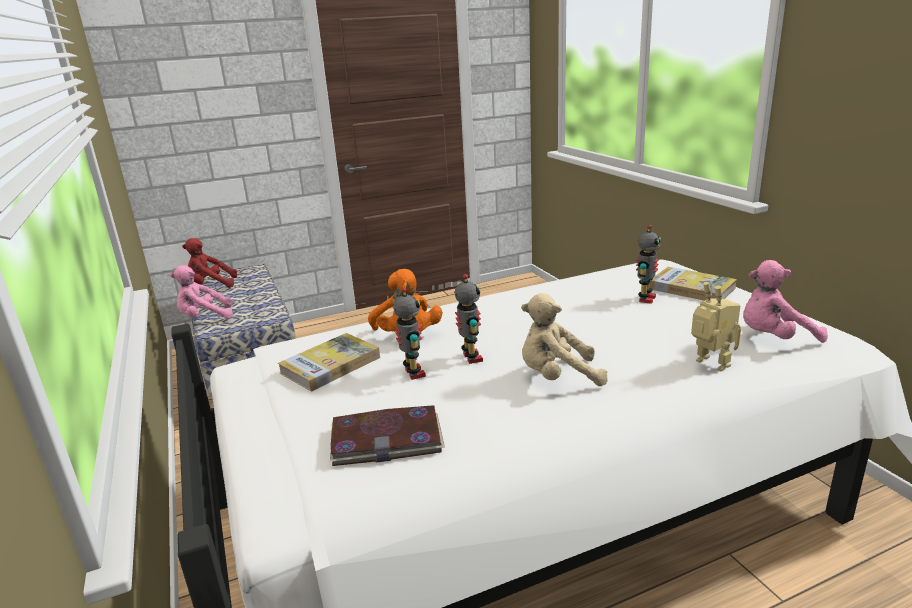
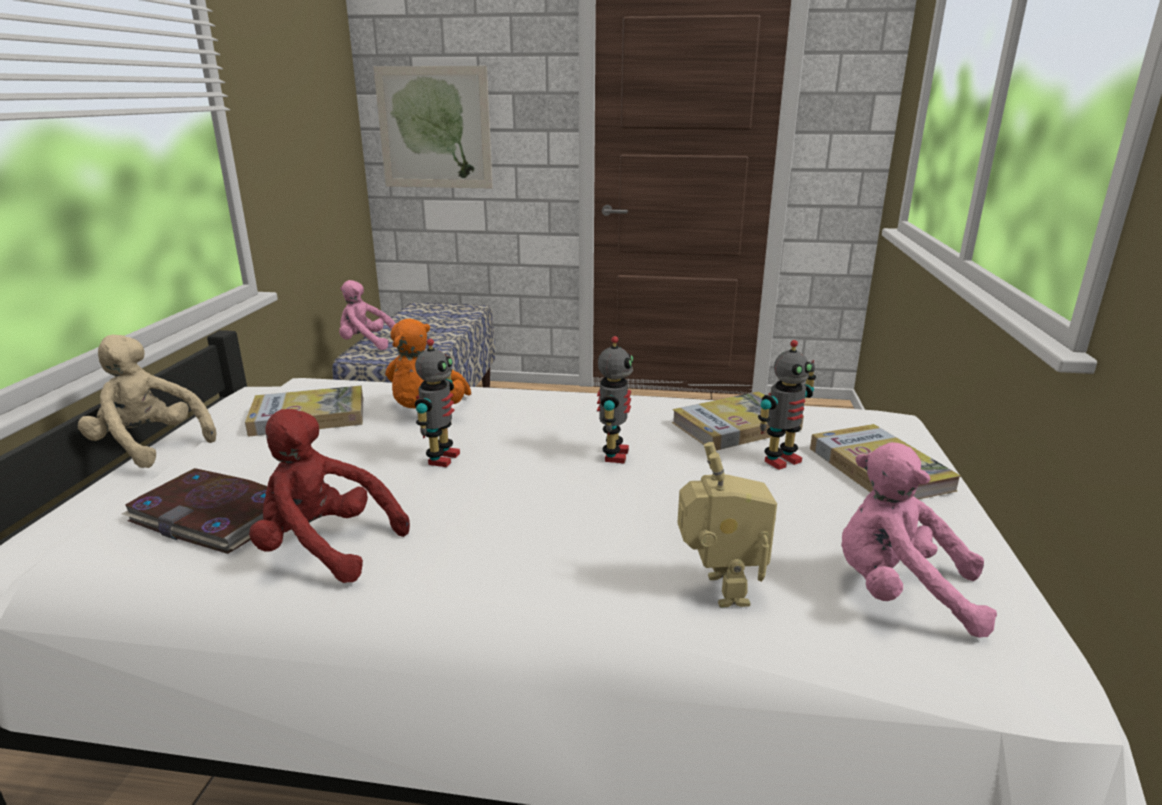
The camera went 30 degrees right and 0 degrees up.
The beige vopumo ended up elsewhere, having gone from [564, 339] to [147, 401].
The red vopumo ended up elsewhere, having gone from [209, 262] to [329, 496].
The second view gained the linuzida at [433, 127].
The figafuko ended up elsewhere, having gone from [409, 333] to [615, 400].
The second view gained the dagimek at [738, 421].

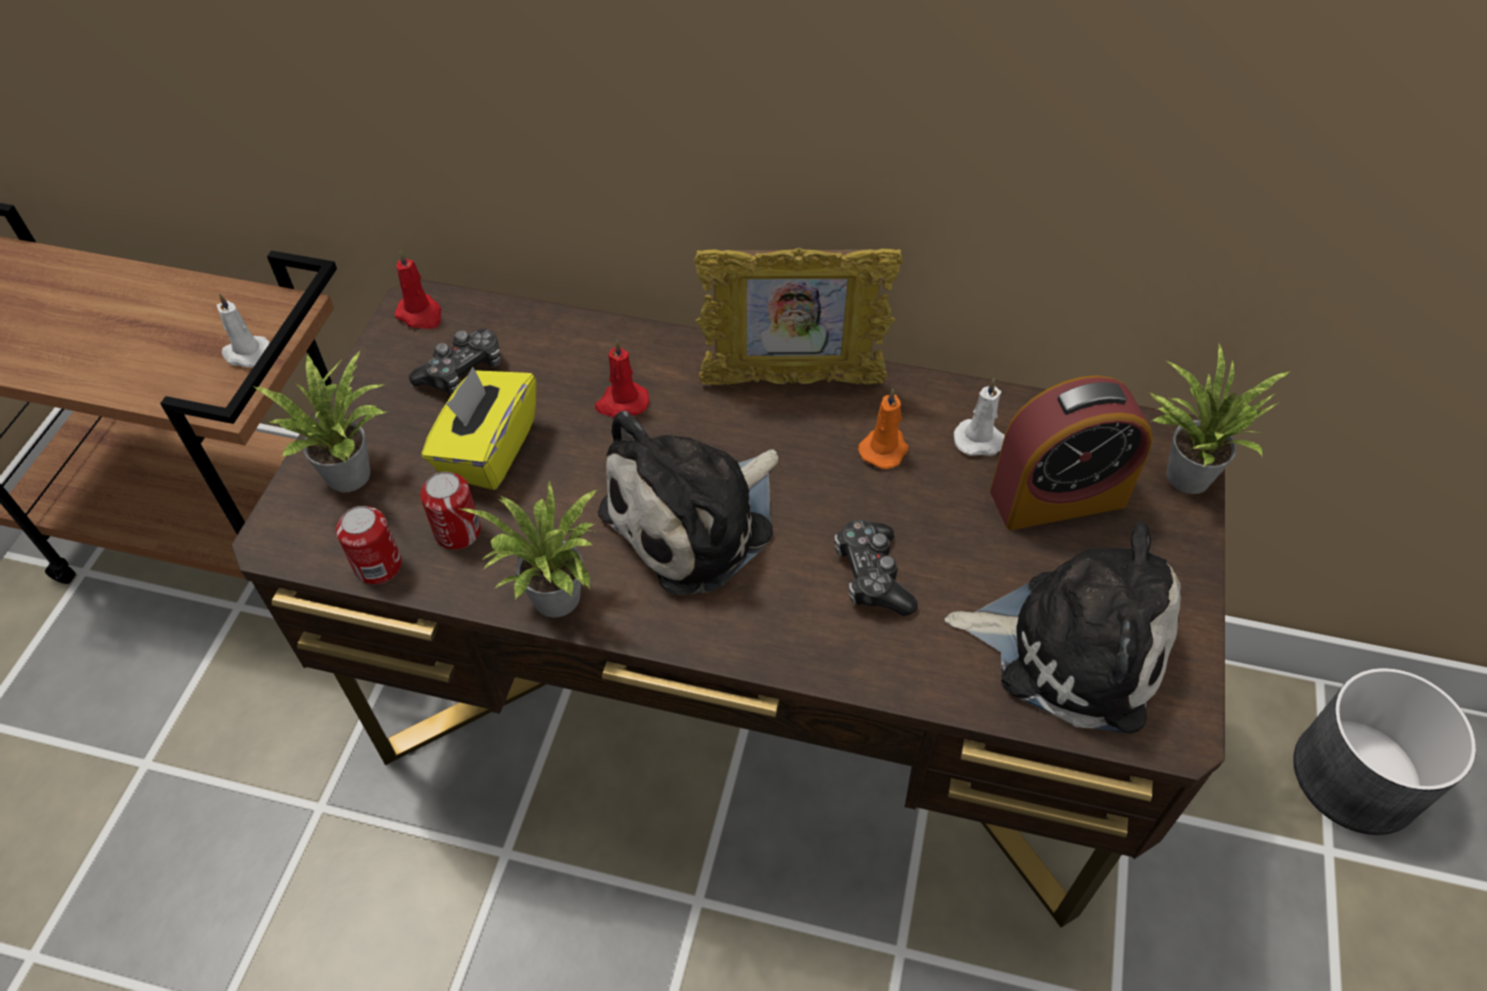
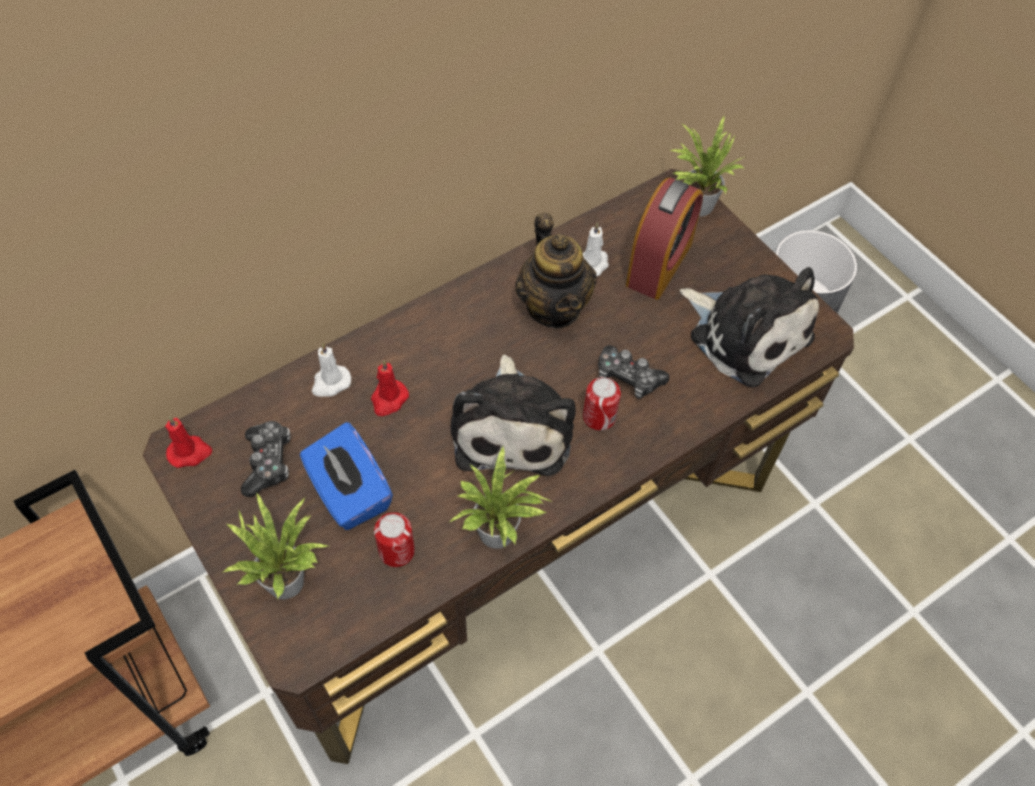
The camera went 50 degrees left and 5 degrees up.
What was the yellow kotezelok at [478, 428] turned into the blue kotezelok at [346, 476].
The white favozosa ended up elsewhere, having gone from [243, 330] to [331, 370].
Where the orange favozosa stood at [883, 429], the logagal came to stand at [556, 270].
The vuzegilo ended up elsewhere, having gone from [369, 545] to [602, 404].
The vopumo at [1063, 627] ended up facing another way, 75 degrees clockwise from before.
The second view lost the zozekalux at [798, 316].

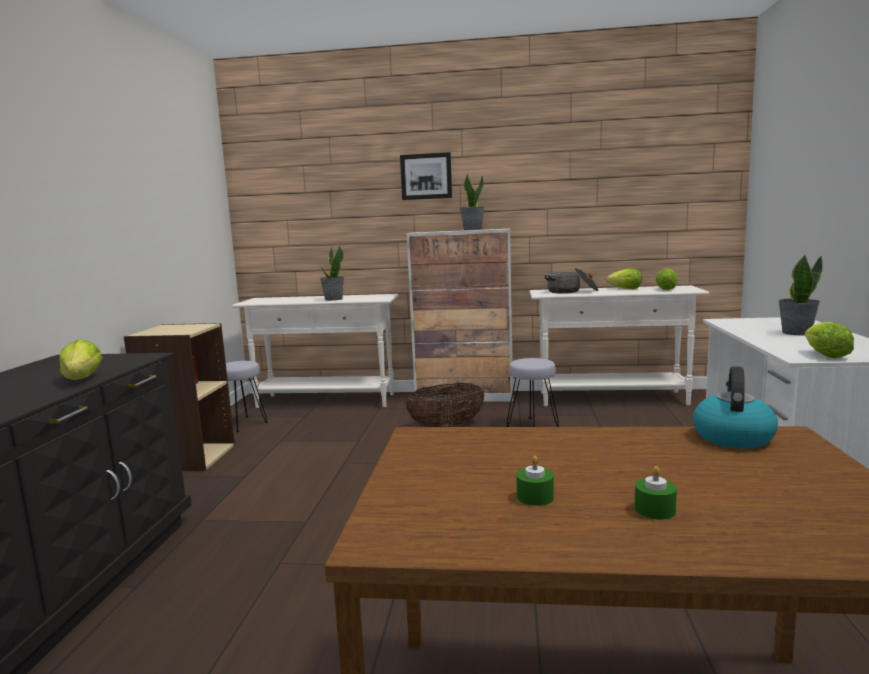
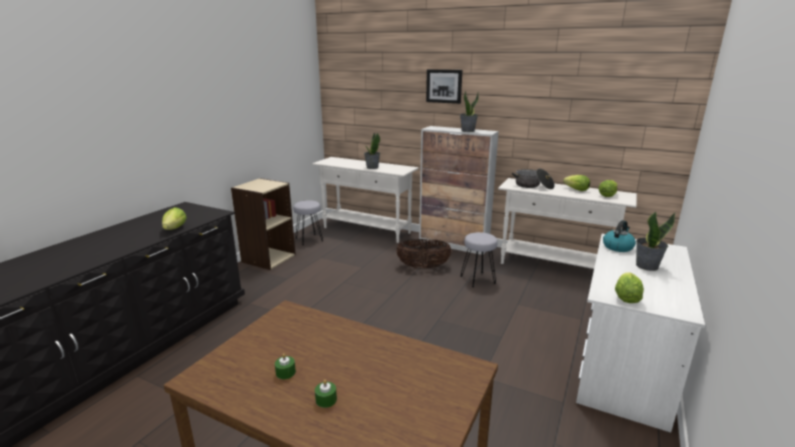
The camera went 20 degrees right and 10 degrees up.
The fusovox ended up elsewhere, having gone from [735, 407] to [619, 236].

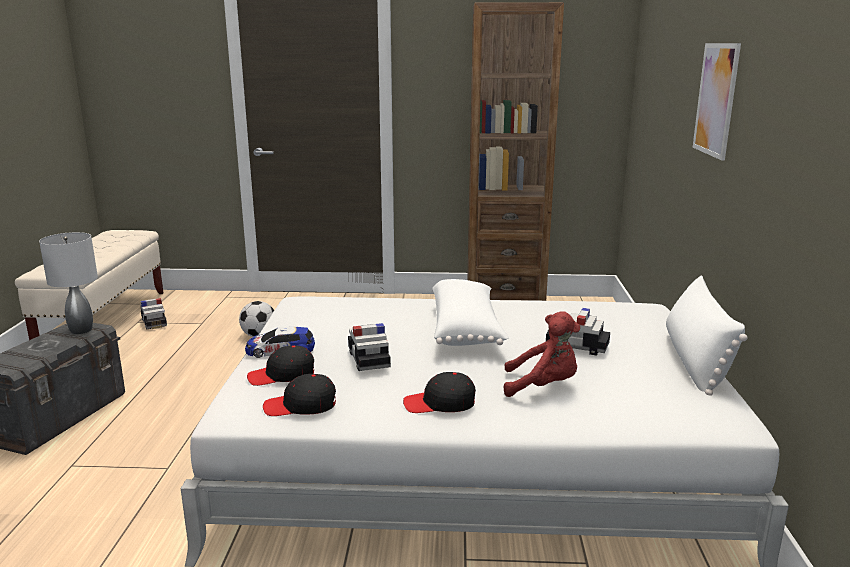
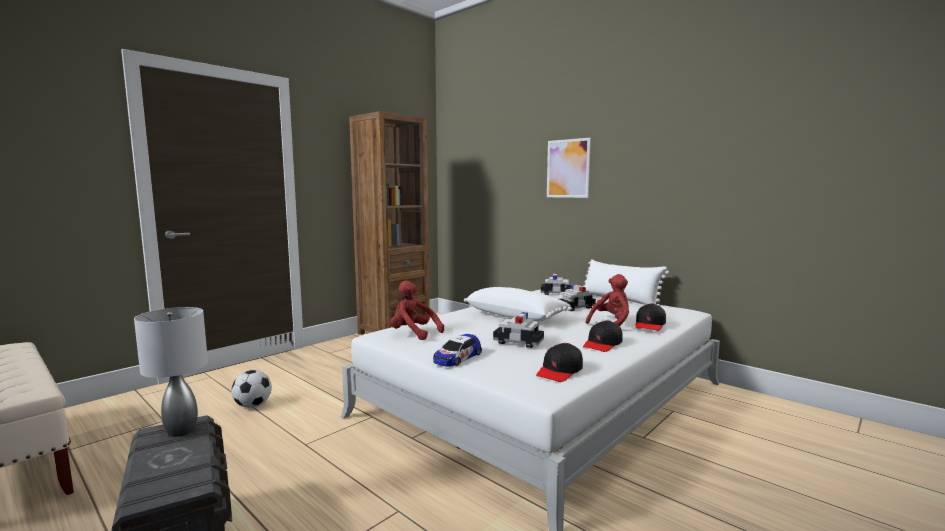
The camera went 50 degrees left and 10 degrees down.
The second view gained the red vopumo at [417, 310].
The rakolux ended up elsewhere, having gone from [153, 314] to [556, 284].
The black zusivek ended up elsewhere, having gone from [280, 365] to [650, 317].

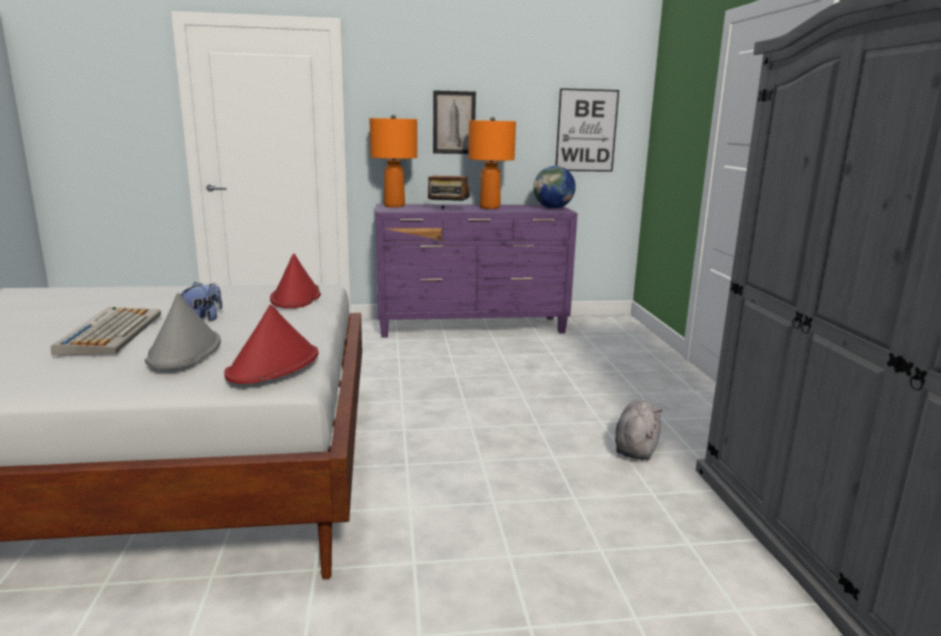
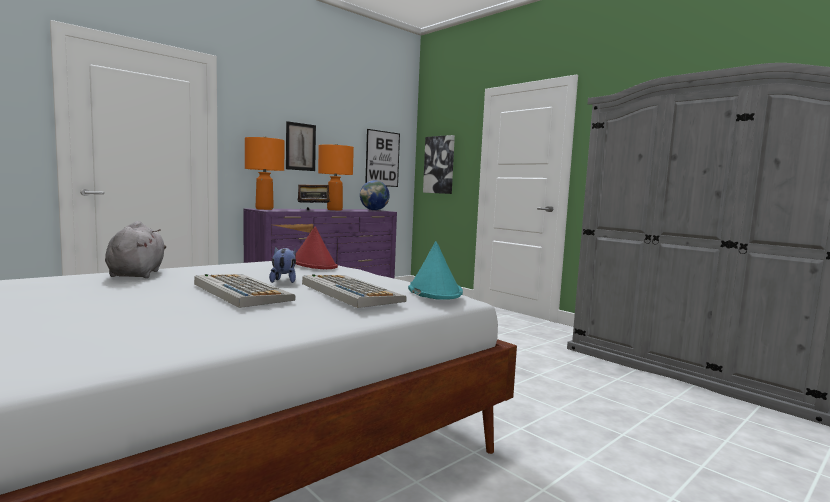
The camera went 35 degrees left and 10 degrees down.
The grey vopumo ended up elsewhere, having gone from [638, 430] to [135, 249].
Where the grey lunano stood at [183, 331], the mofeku came to stand at [354, 291].
What was the red lunano at [271, 344] turned into the turquoise lunano at [435, 270].
The second view gained the linuzida at [439, 164].

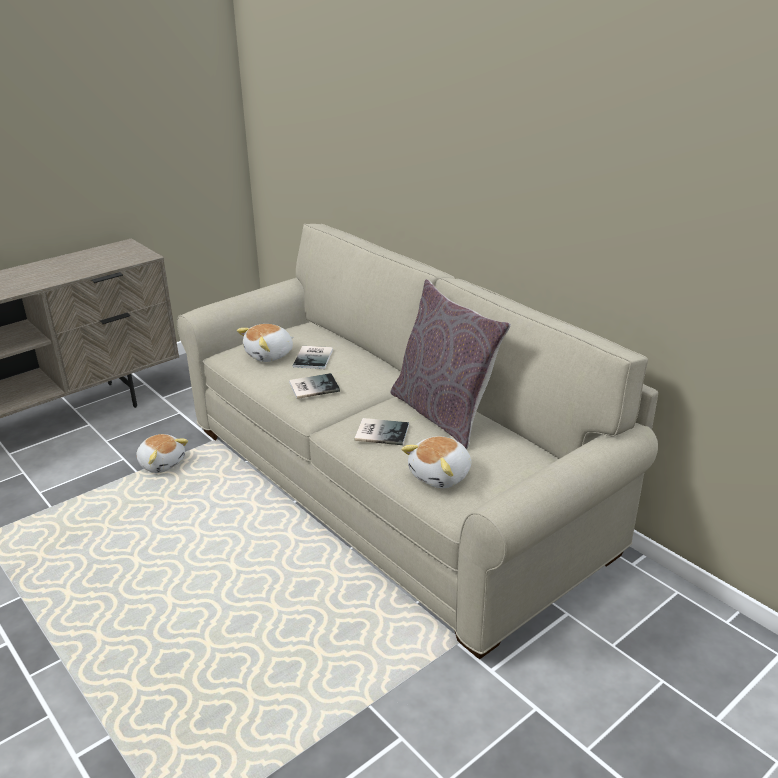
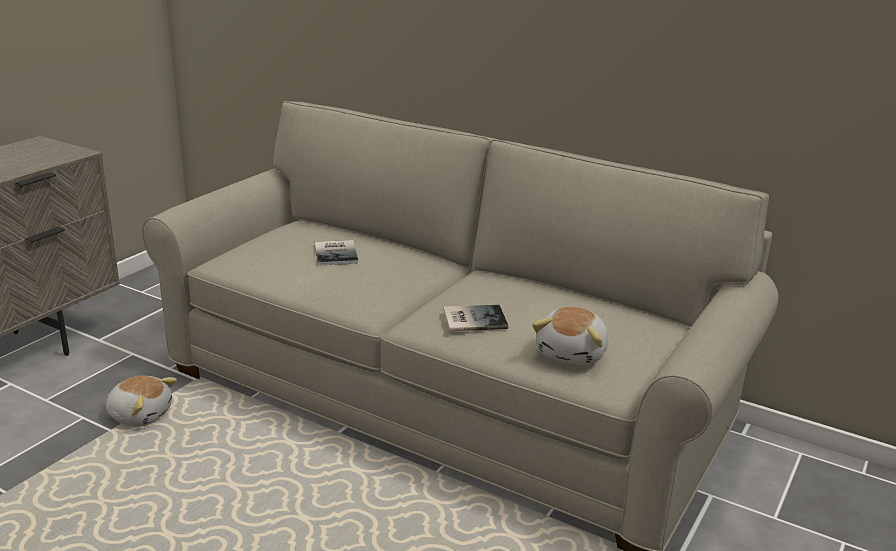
The camera went 20 degrees left and 5 degrees down.
The second view lost the vopumo at [265, 343].
The second view lost the dagimek at [314, 386].
The second view lost the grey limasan at [450, 364].

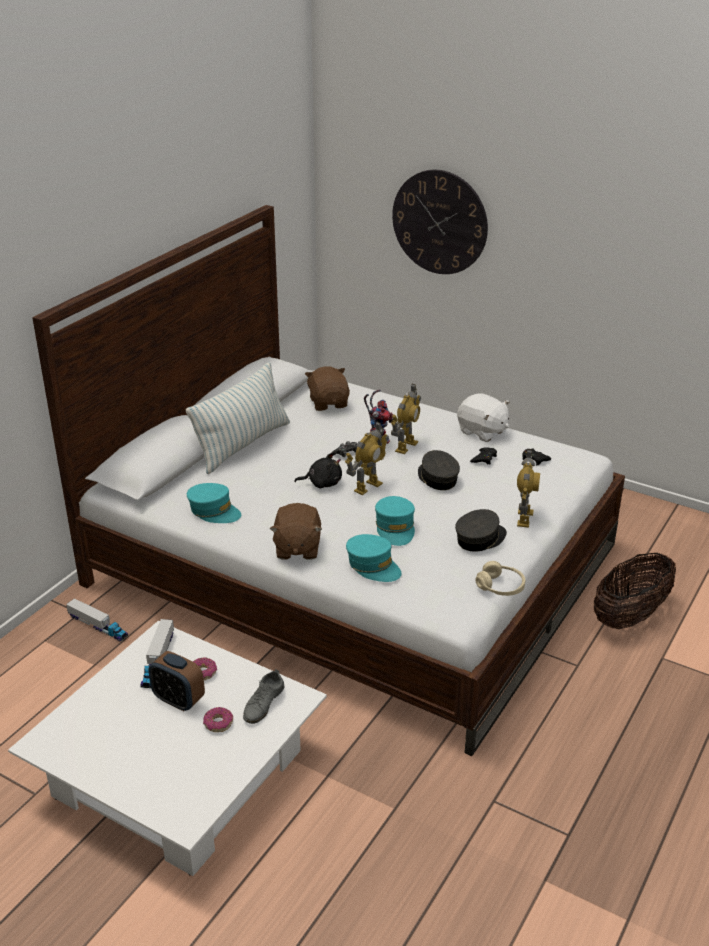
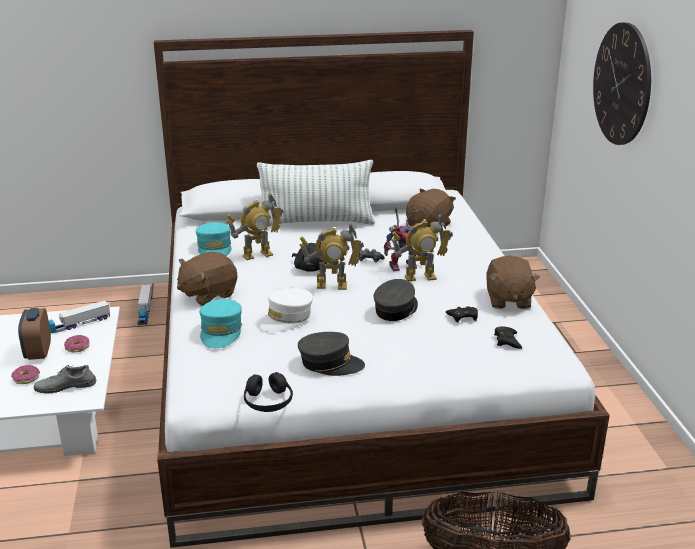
The camera went 50 degrees right and 5 degrees down.
The figafuko ended up elsewhere, having gone from [528, 488] to [255, 226].
What was the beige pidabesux at [500, 578] turned into the black pidabesux at [268, 392].
What was the turquoise zusivek at [395, 521] turned into the white zusivek at [286, 310].
What was the white vopumo at [483, 417] turned into the brown vopumo at [513, 282].

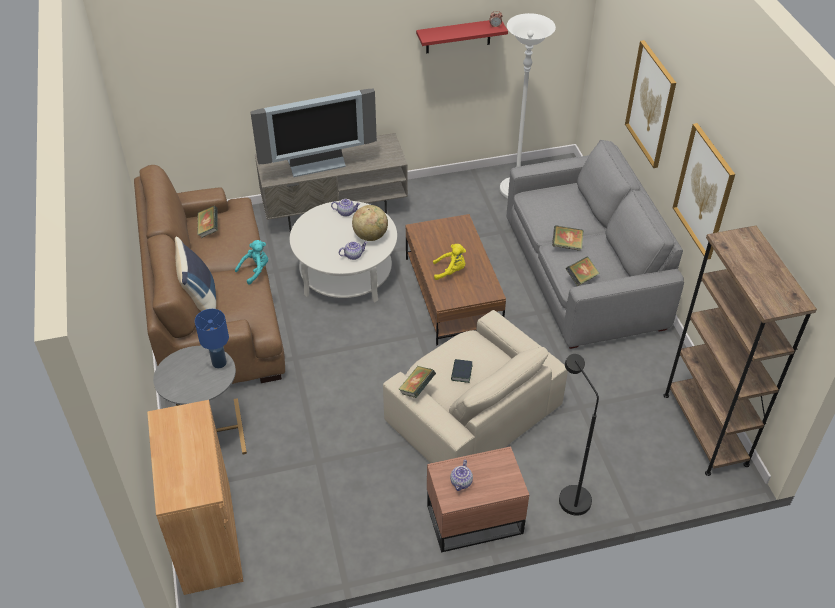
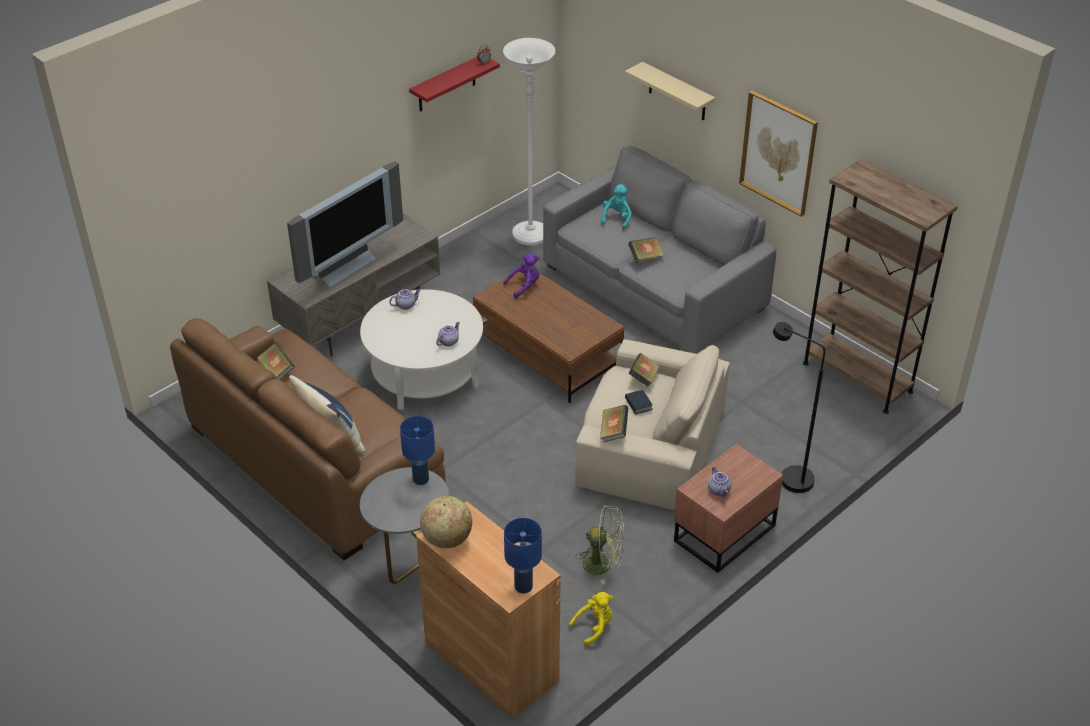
The camera went 30 degrees left and 5 degrees down.
The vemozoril ended up elsewhere, having gone from [370, 223] to [446, 522].
The second view gained the purple vopumo at [521, 275].
The second view gained the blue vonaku at [523, 556].
The yellow vopumo ended up elsewhere, having gone from [449, 262] to [591, 619].
The second view gained the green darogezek at [599, 545].
The turquoise vopumo ended up elsewhere, having gone from [251, 262] to [616, 207].
Where the linuzida hung at [650, 104], the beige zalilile came to hang at [670, 91].
The dagimek ended up elsewhere, having gone from [583, 271] to [644, 370].

